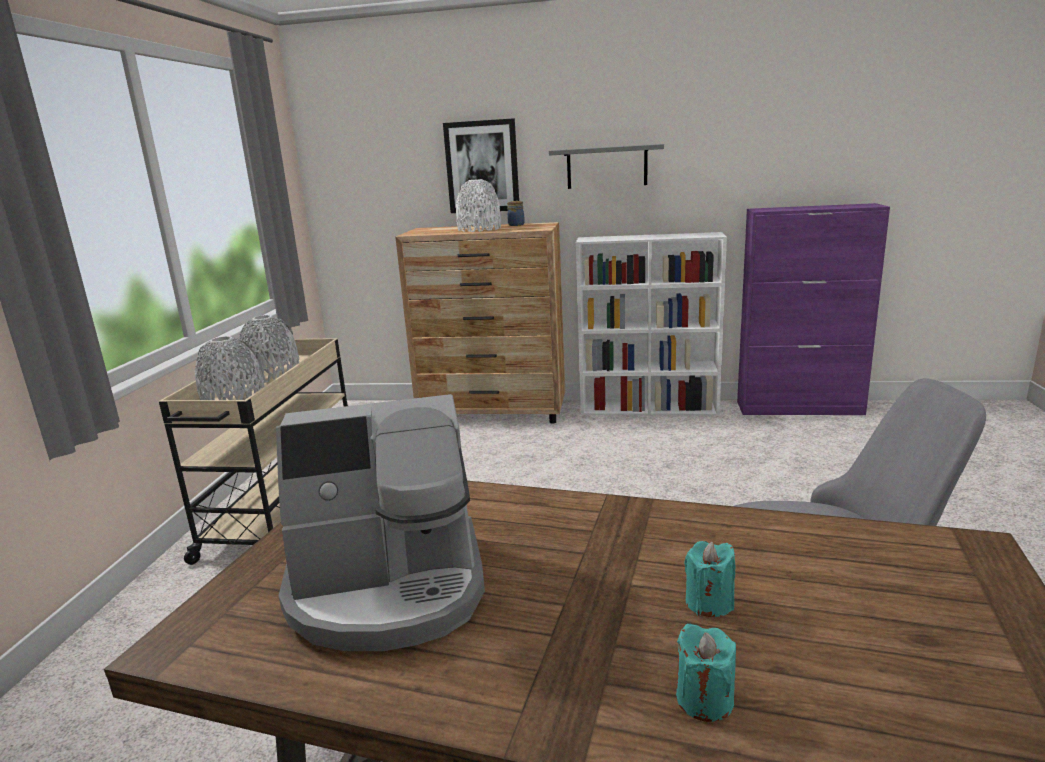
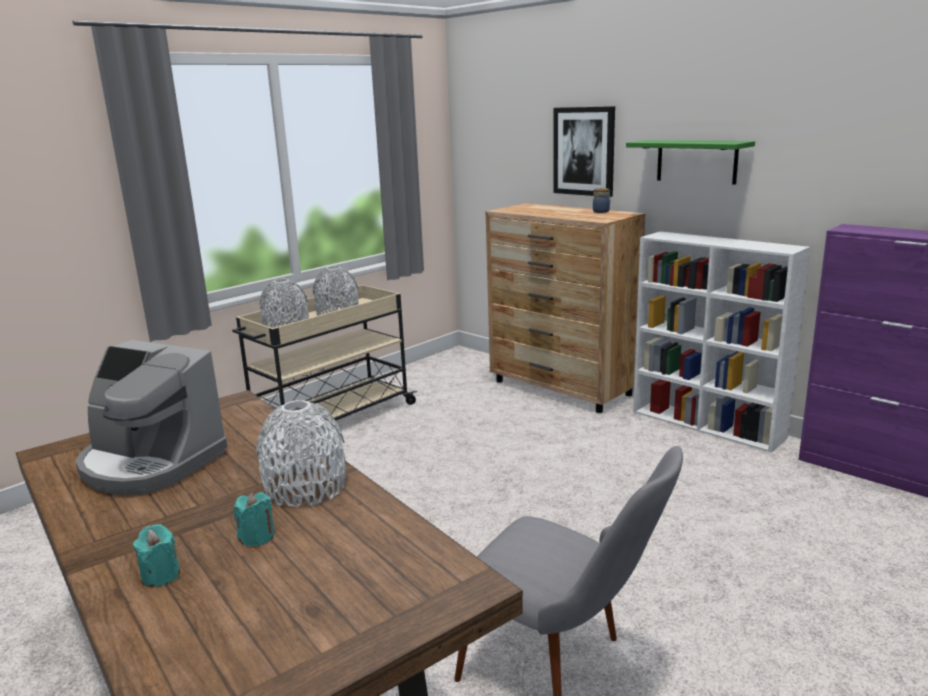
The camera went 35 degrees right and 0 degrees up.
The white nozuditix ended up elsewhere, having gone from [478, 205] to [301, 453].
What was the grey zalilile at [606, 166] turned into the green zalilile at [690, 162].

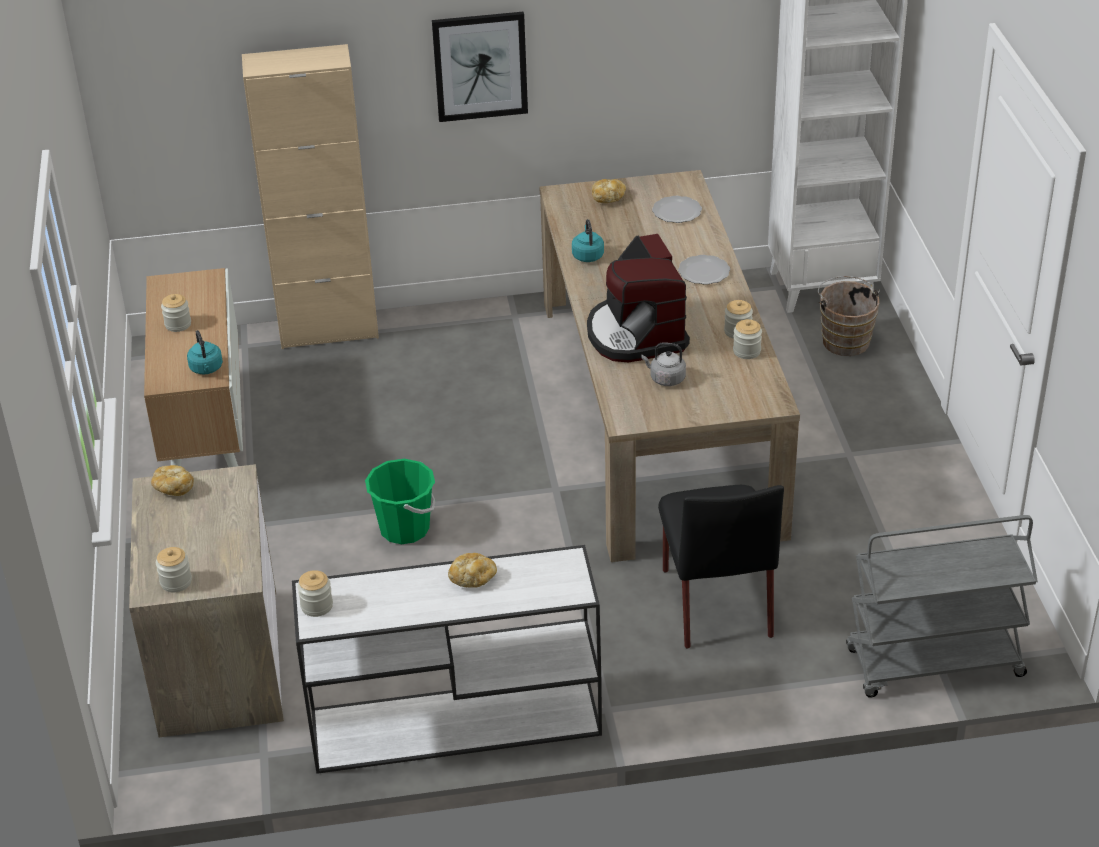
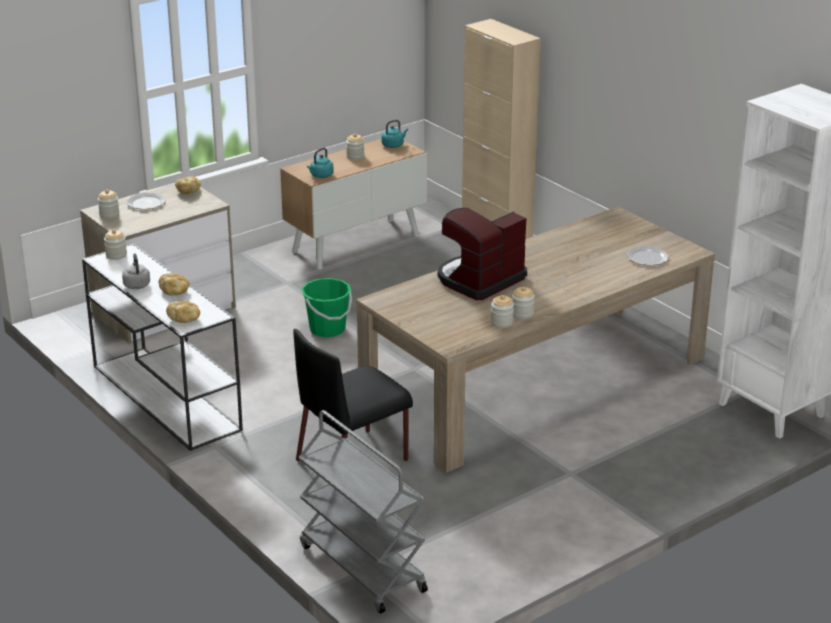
The camera went 60 degrees right and 10 degrees down.
The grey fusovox ended up elsewhere, having gone from [664, 364] to [136, 271].
The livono ended up elsewhere, having gone from [704, 270] to [146, 201].
The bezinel ended up elsewhere, having gone from [609, 191] to [183, 312].
The turquoise fusovox ended up elsewhere, having gone from [588, 240] to [394, 134].
The second view lost the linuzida at [480, 67].
The second view lost the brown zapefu at [849, 316].

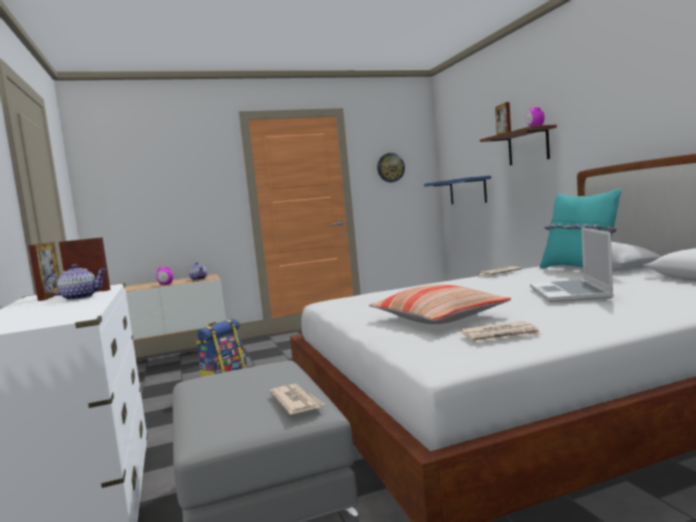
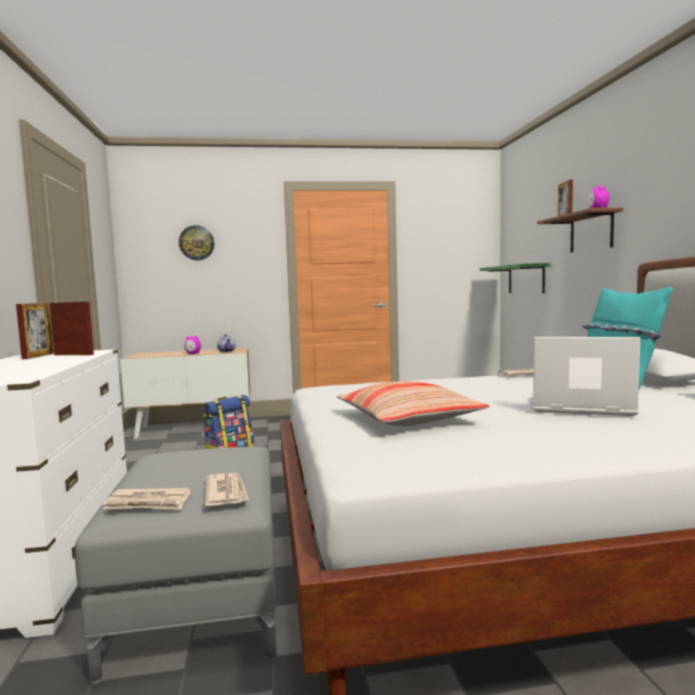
The camera went 10 degrees right and 0 degrees up.
The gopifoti ended up elsewhere, having gone from [501, 331] to [147, 499].
The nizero ended up elsewhere, having gone from [391, 168] to [196, 242].
What was the blue zalilile at [457, 190] turned into the green zalilile at [515, 278].
The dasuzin at [572, 265] ended up facing another way, 90 degrees clockwise from before.
The second view lost the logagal at [75, 282].

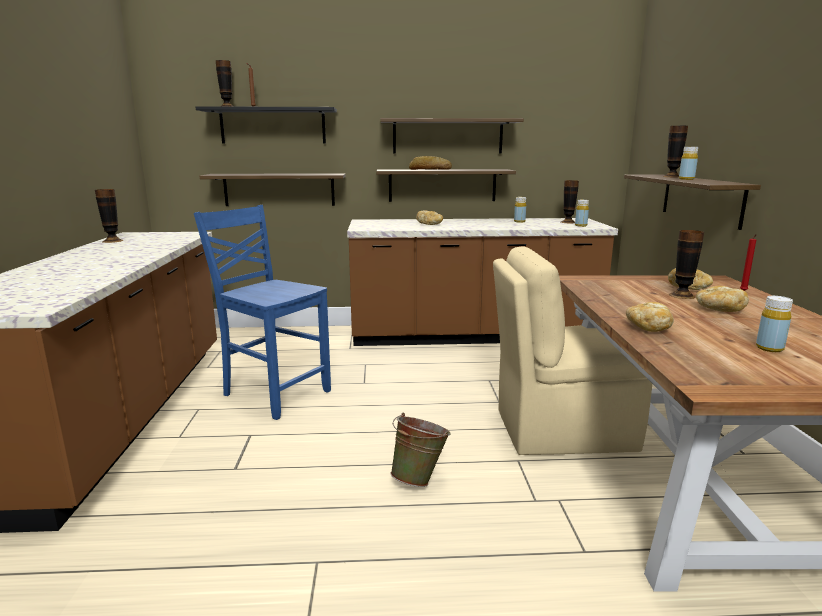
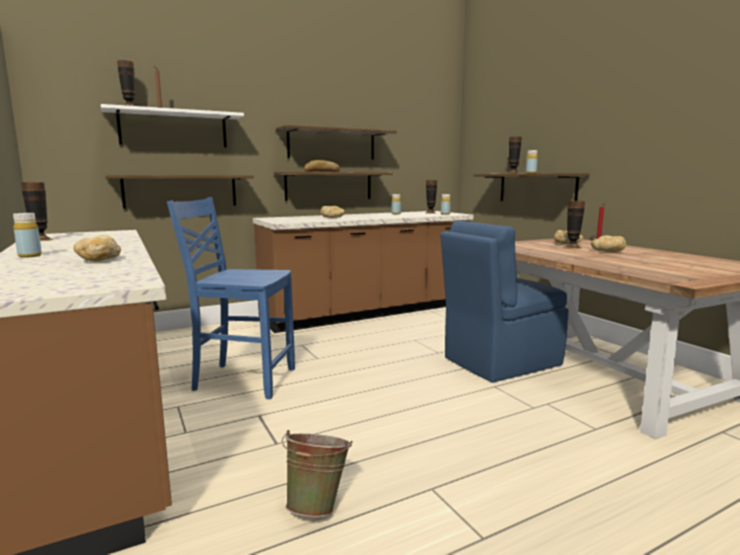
The camera went 25 degrees left and 5 degrees down.
The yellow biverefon ended up elsewhere, having gone from [774, 324] to [27, 235].
The bezinel ended up elsewhere, having gone from [650, 317] to [97, 248].
What was the black zalilile at [266, 124] turned into the white zalilile at [172, 125].
The green zapefu ended up elsewhere, having gone from [420, 450] to [317, 473].
What was the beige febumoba at [572, 350] turned into the blue febumoba at [504, 301].

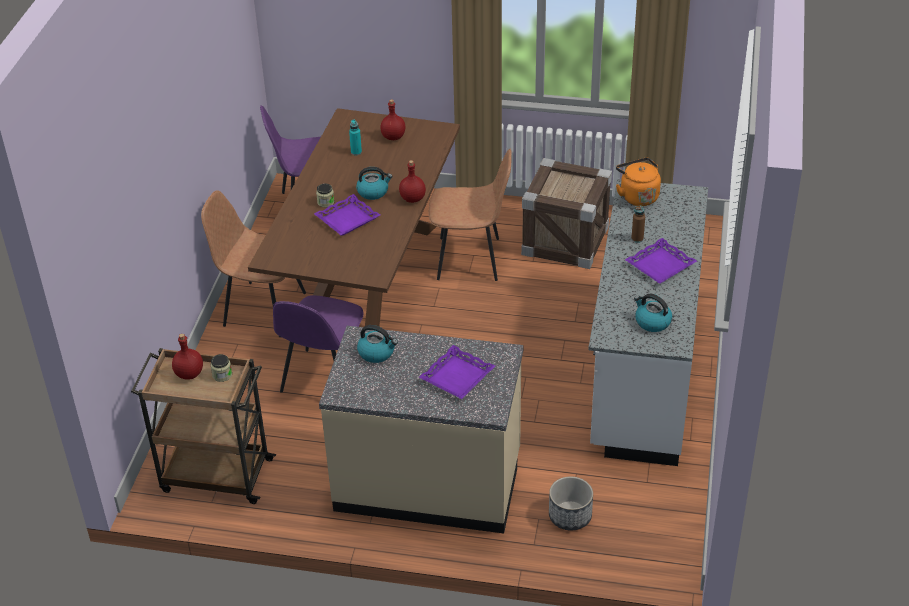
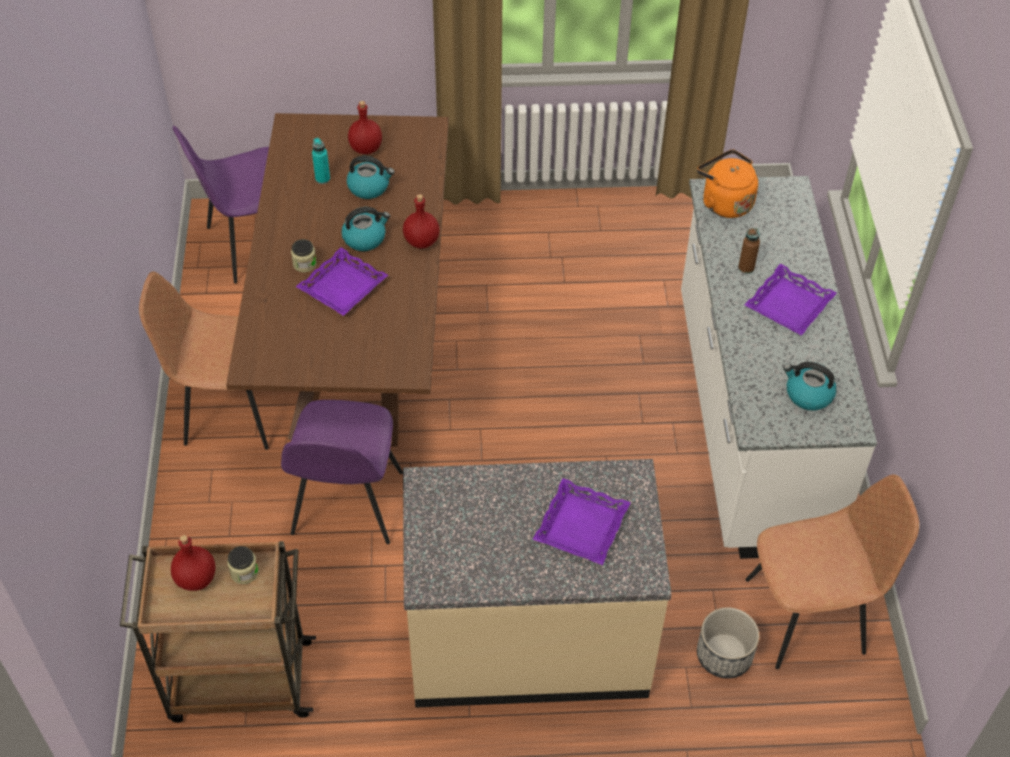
The camera went 15 degrees left and 10 degrees up.
The fusovox ended up elsewhere, having gone from [377, 344] to [371, 177].
The brown febumoba ended up elsewhere, having gone from [470, 215] to [832, 572].
The second view lost the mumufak at [566, 213].

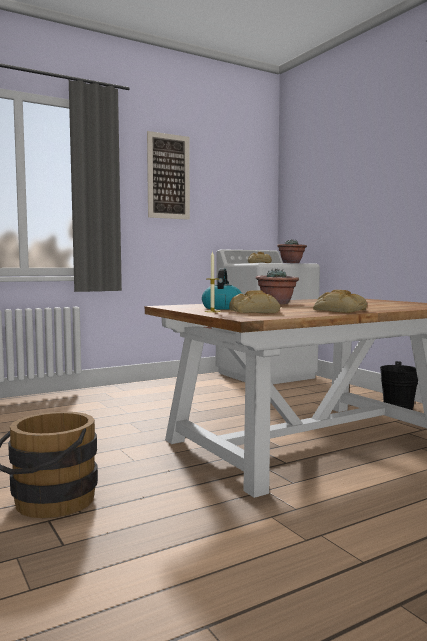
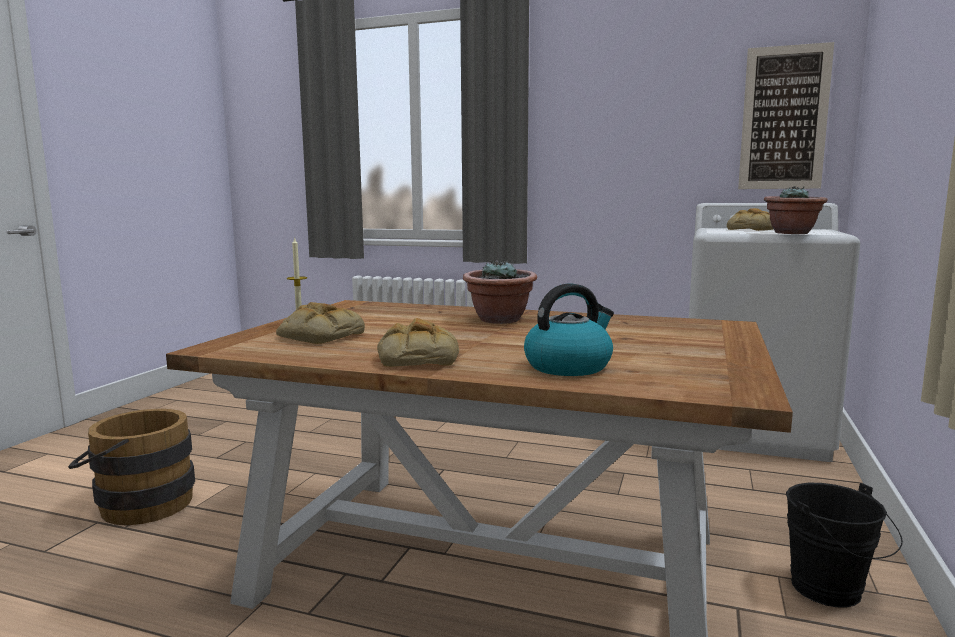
The camera went 50 degrees right and 5 degrees up.
The fusovox ended up elsewhere, having gone from [221, 288] to [569, 330].
The linuzida ended up elsewhere, having gone from [168, 175] to [786, 115].

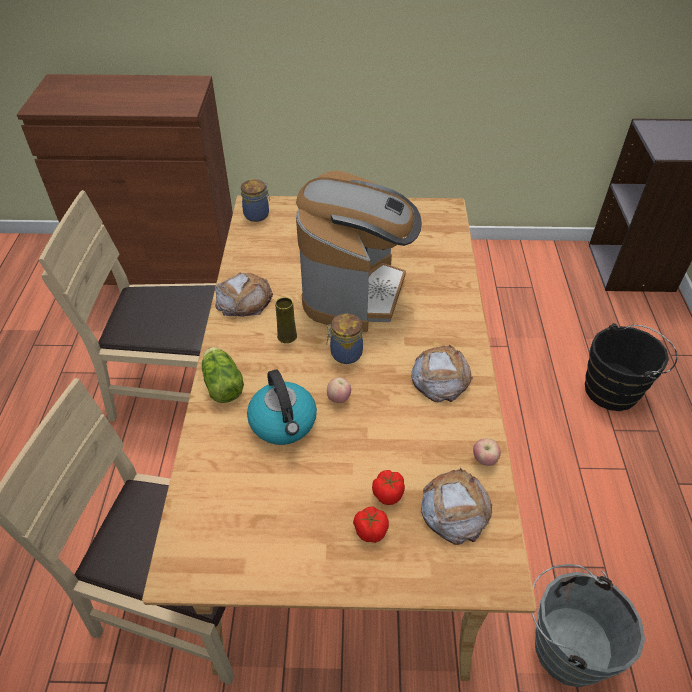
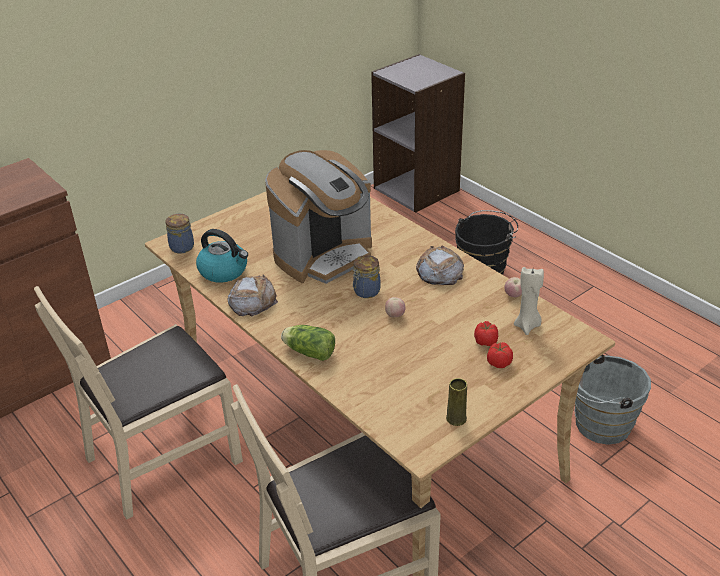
The camera went 40 degrees left and 10 degrees down.
The fusovox ended up elsewhere, having gone from [282, 407] to [222, 256].
The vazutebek at [359, 251] ended up facing another way, 75 degrees clockwise from before.
The yellow nozuditix ended up elsewhere, having gone from [286, 320] to [456, 402].
Where the bezinel stood at [456, 506], the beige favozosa came to stand at [529, 301].

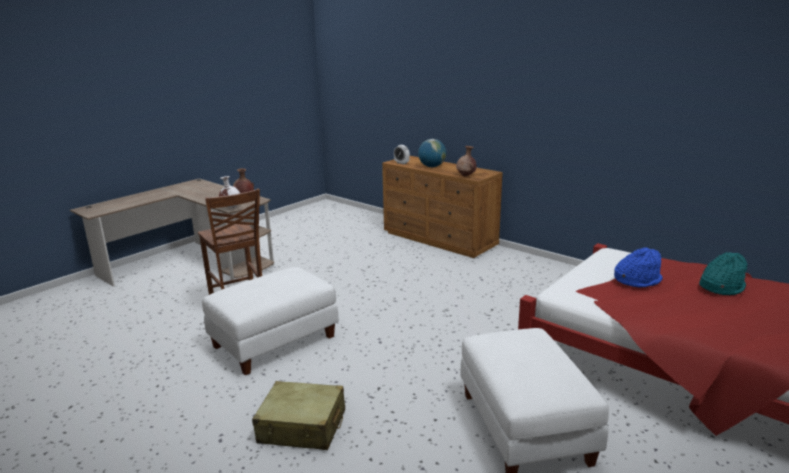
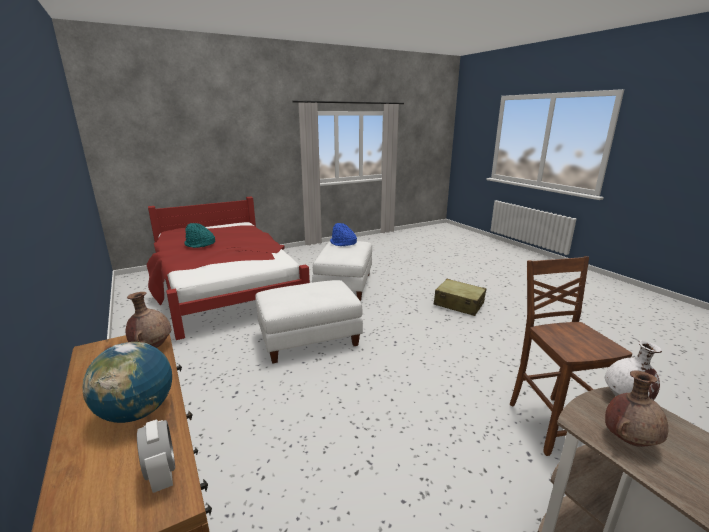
The camera went 160 degrees left and 0 degrees up.
The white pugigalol ended up elsewhere, having gone from [270, 321] to [309, 322].
The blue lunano ended up elsewhere, having gone from [638, 267] to [343, 234].

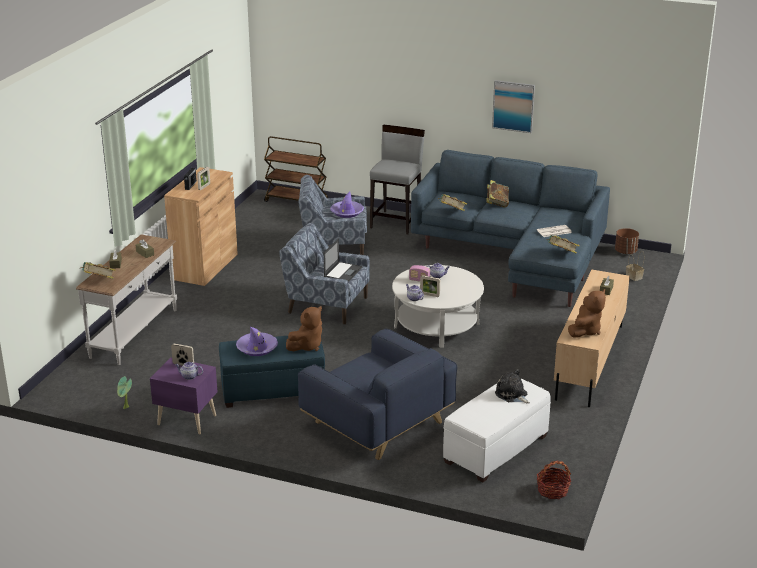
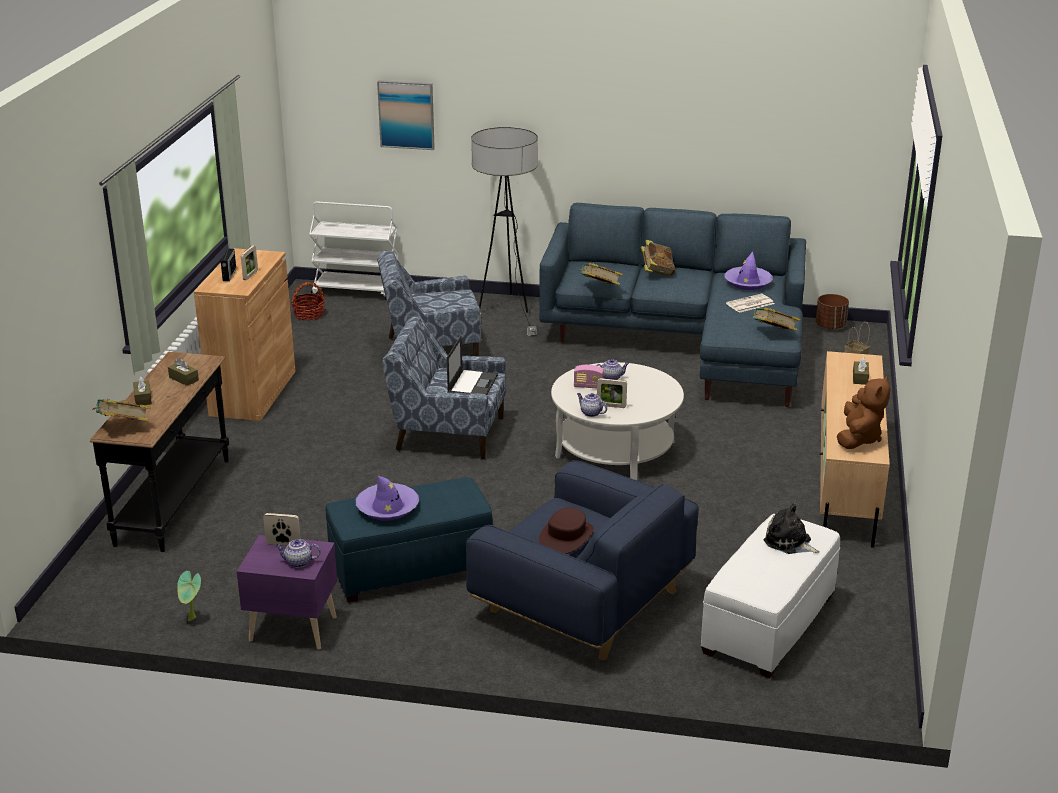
The camera went 10 degrees left and 0 degrees up.
What was the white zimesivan at [126, 300] turned into the black zimesivan at [159, 452].
The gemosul ended up elsewhere, having gone from [554, 480] to [308, 301].
What was the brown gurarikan at [296, 169] turned into the white gurarikan at [354, 250].
The linuzida ended up elsewhere, having gone from [513, 106] to [406, 115].
Where the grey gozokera stood at [397, 179], the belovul came to stand at [504, 231].
The second view gained the brown lunano at [566, 530].
The purple lunano ended up elsewhere, having gone from [347, 204] to [749, 270].
The second view lost the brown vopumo at [304, 328].

